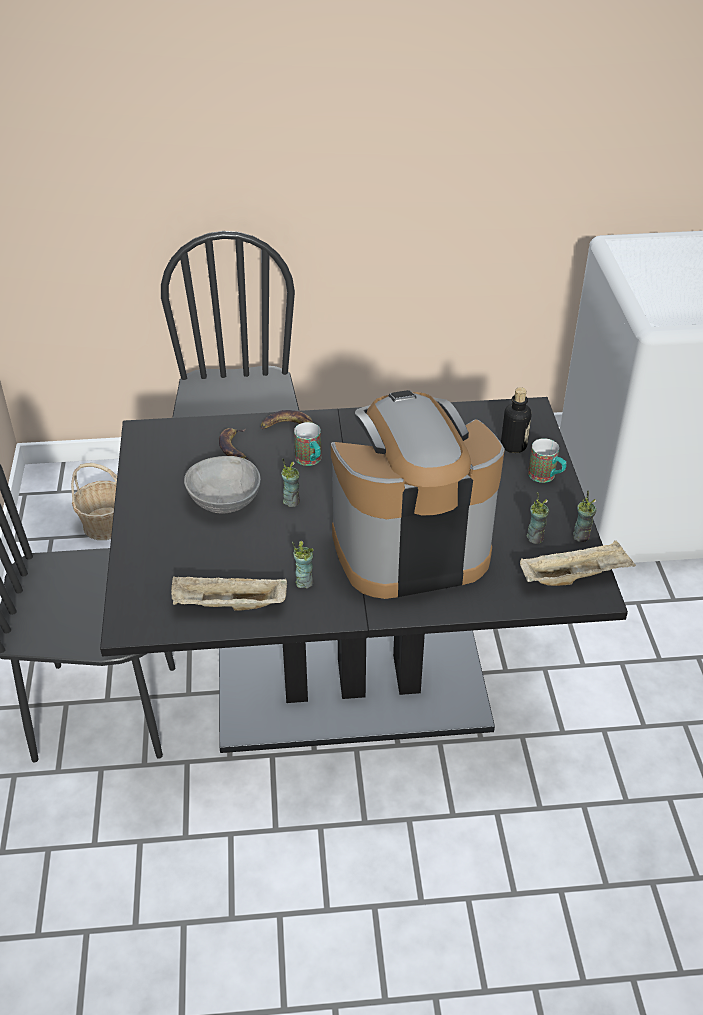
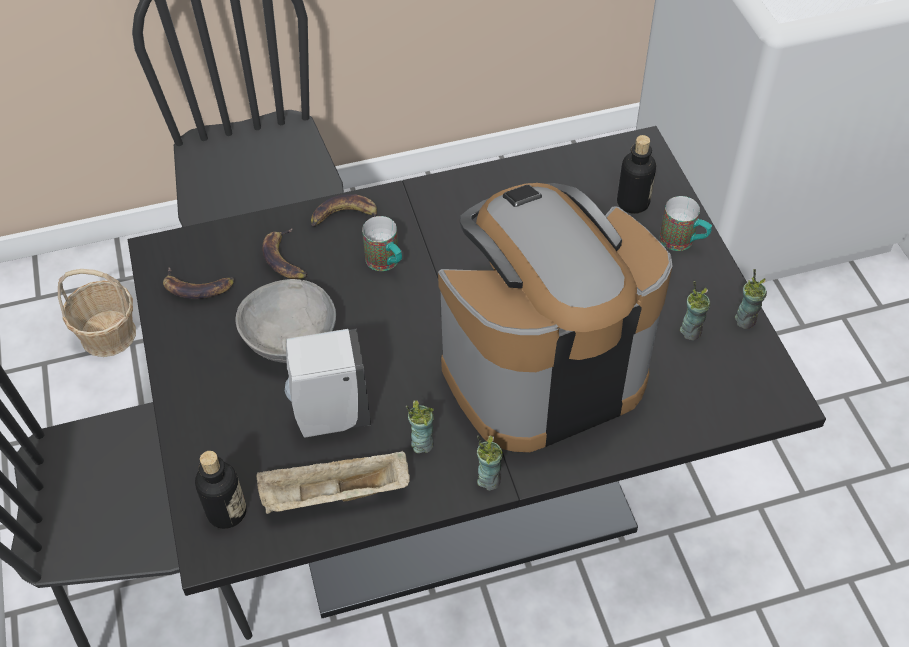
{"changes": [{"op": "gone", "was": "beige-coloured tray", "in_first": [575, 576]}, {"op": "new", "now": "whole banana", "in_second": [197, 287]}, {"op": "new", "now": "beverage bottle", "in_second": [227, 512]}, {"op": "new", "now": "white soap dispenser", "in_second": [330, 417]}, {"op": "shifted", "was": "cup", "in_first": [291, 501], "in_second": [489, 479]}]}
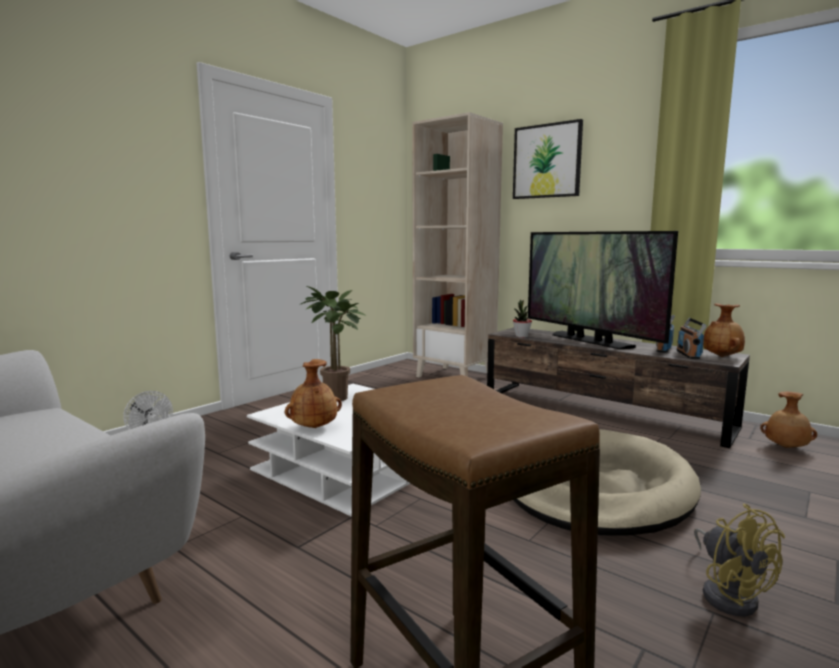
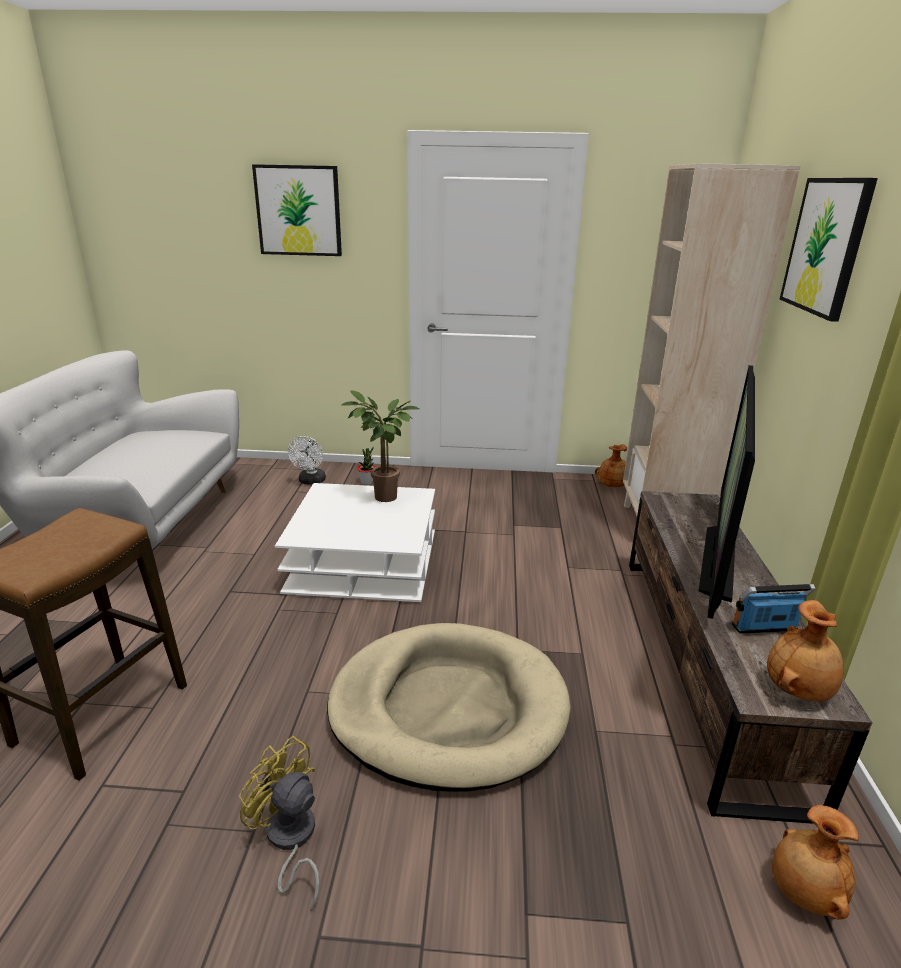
{"changes": [{"op": "gone", "was": "radio", "in_first": [688, 354]}, {"op": "new", "now": "picture", "in_second": [298, 211]}, {"op": "shifted", "was": "brownish flower vase", "in_first": [314, 427], "in_second": [612, 486]}, {"op": "shifted", "was": "plant in a pot", "in_first": [521, 336], "in_second": [367, 482]}, {"op": "rotated", "was": "yellow-coloured cooling fan", "in_first": [728, 594], "in_second": [290, 840], "clockwise": 90}]}
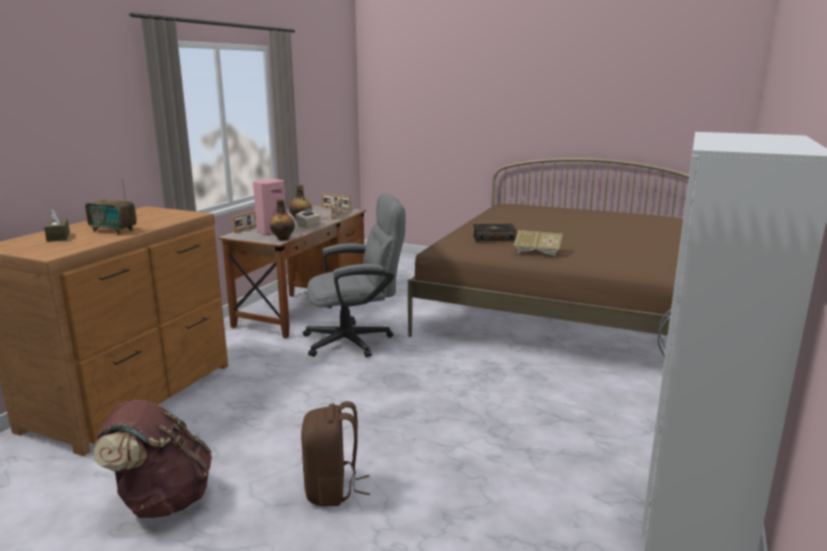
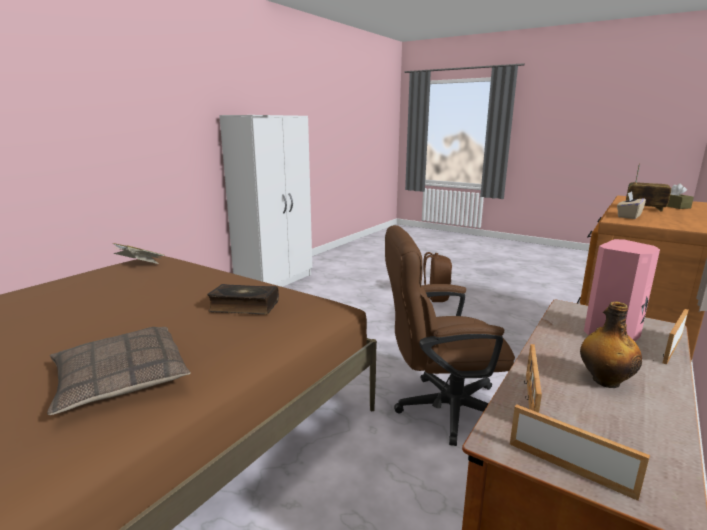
{"changes": [{"op": "gone", "was": "brownish backpack", "in_first": [162, 500]}, {"op": "gone", "was": "beverage bottle", "in_first": [283, 238]}, {"op": "new", "now": "pillow", "in_second": [120, 379]}, {"op": "shifted", "was": "beige-coloured tissue holder", "in_first": [308, 225], "in_second": [628, 216]}, {"op": "shifted", "was": "book", "in_first": [537, 252], "in_second": [139, 263]}, {"op": "repainted", "was": "gray desk chair", "now": "brownish desk chair", "in_first": [356, 340], "in_second": [441, 409]}]}
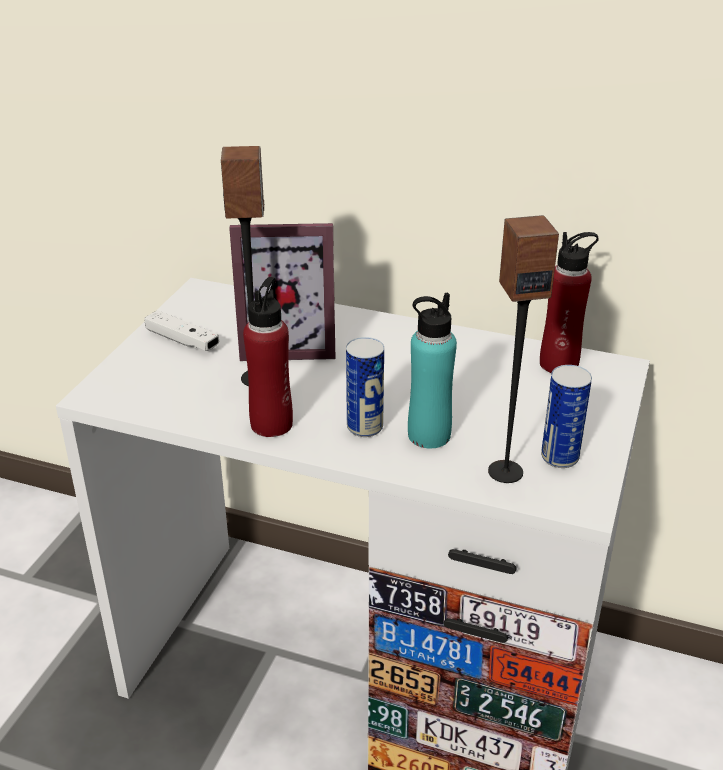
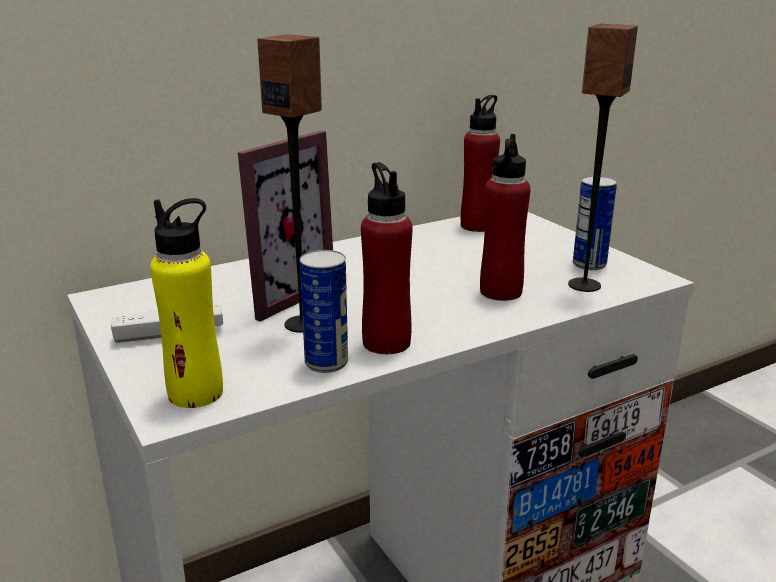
{"changes": [{"op": "new", "now": "yellow-coloured beverage bottle", "in_second": [196, 393]}, {"op": "shifted", "was": "metal can", "in_first": [365, 427], "in_second": [326, 363]}, {"op": "repainted", "was": "turquoise-coloured beverage bottle", "now": "red-coloured beverage bottle", "in_first": [428, 435], "in_second": [500, 292]}]}
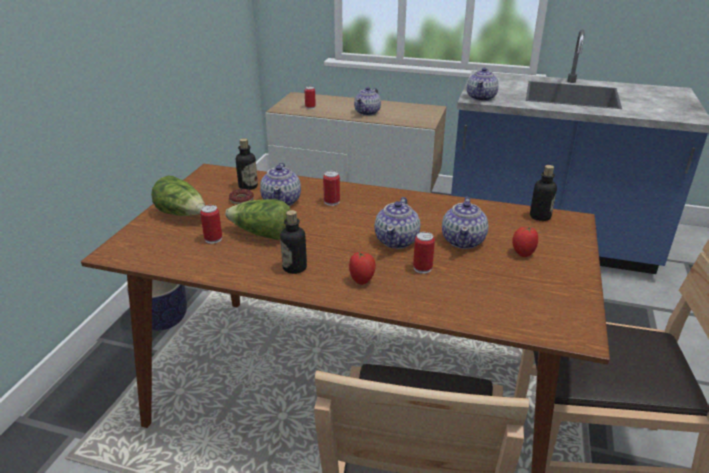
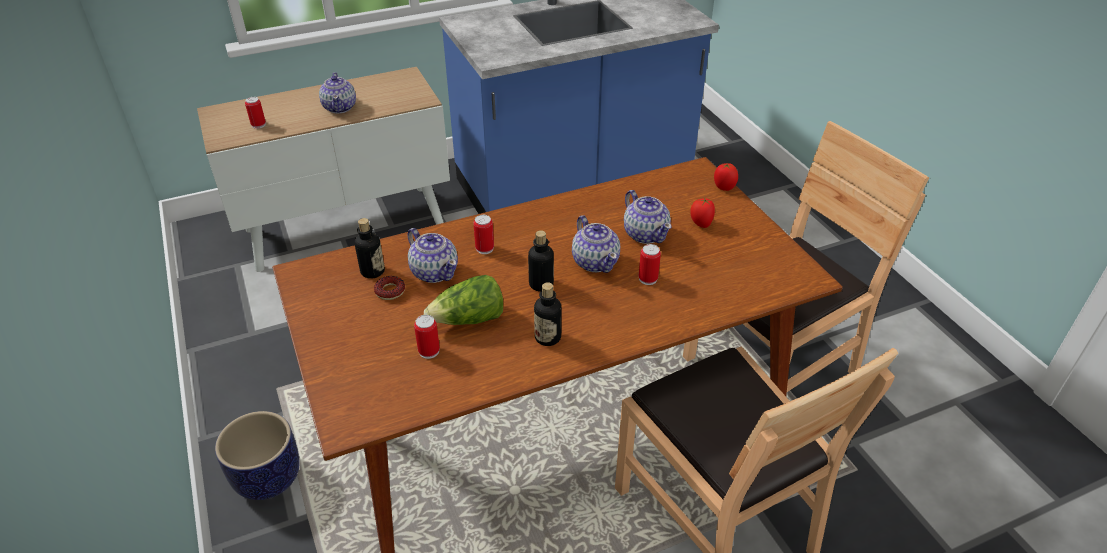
{"changes": [{"op": "gone", "was": "lettuce", "in_first": [182, 214]}, {"op": "gone", "was": "tea pot", "in_first": [481, 98]}, {"op": "shifted", "was": "whole tomato", "in_first": [362, 280], "in_second": [724, 187]}, {"op": "shifted", "was": "beverage bottle", "in_first": [540, 216], "in_second": [541, 284]}]}
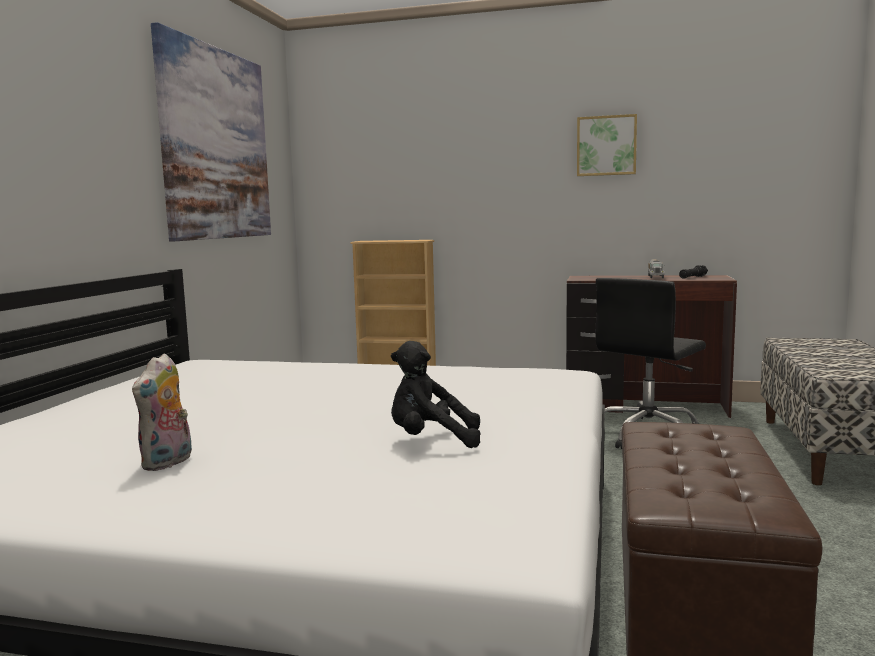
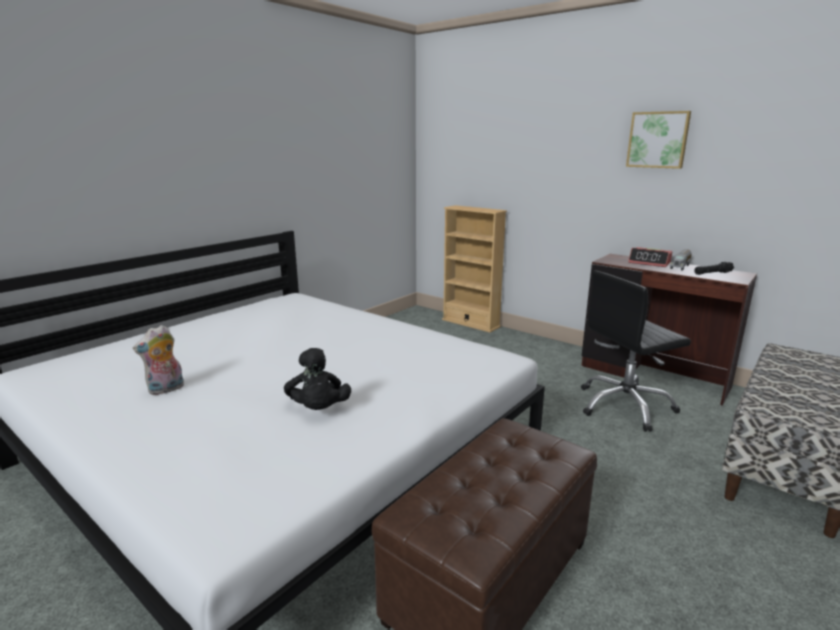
{"changes": [{"op": "gone", "was": "picture", "in_first": [216, 144]}, {"op": "new", "now": "alarm clock", "in_second": [649, 262]}, {"op": "rotated", "was": "black soft toy", "in_first": [431, 441], "in_second": [318, 410], "clockwise": -135}]}
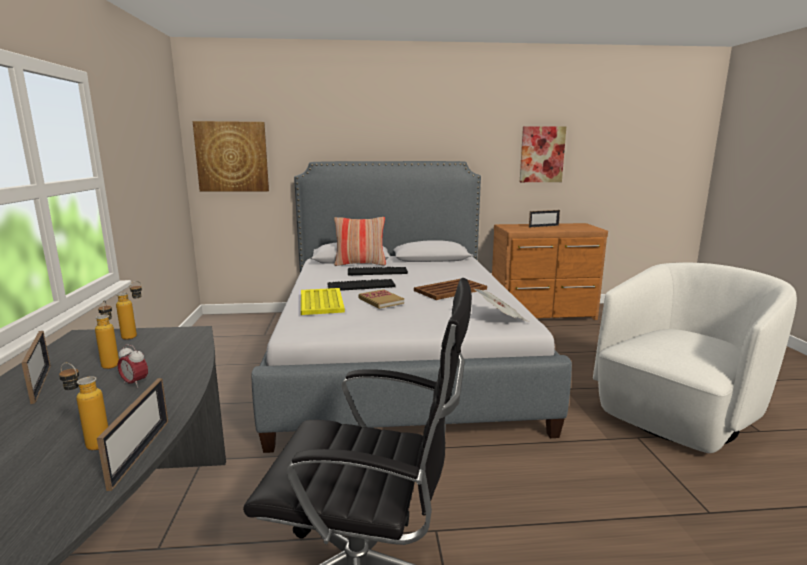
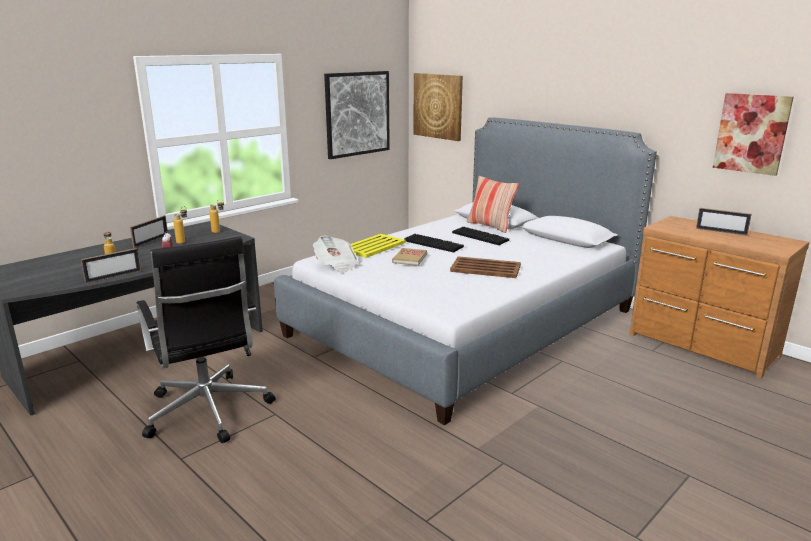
{"changes": [{"op": "gone", "was": "white armchair", "in_first": [678, 415]}, {"op": "new", "now": "picture", "in_second": [357, 114]}, {"op": "shifted", "was": "newspaper", "in_first": [501, 319], "in_second": [336, 265]}]}
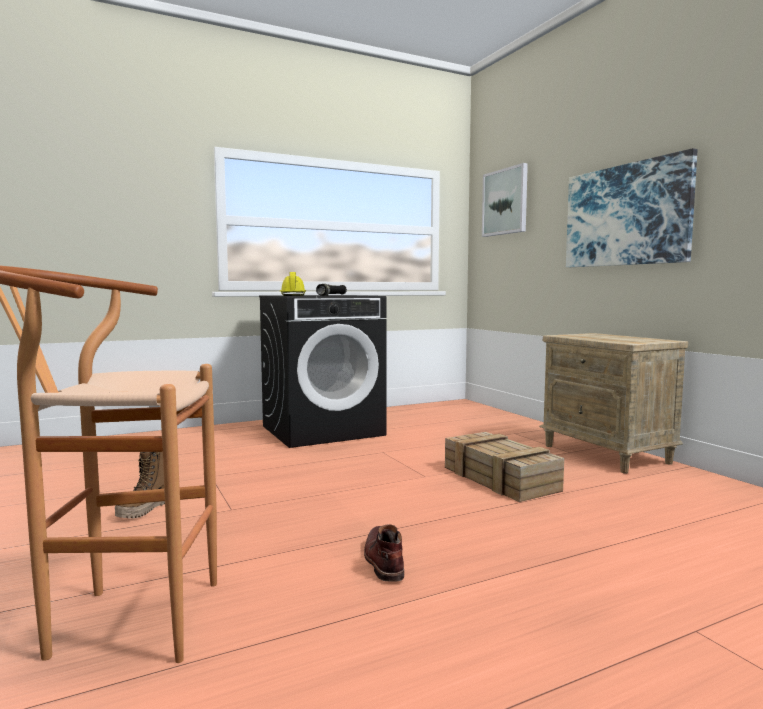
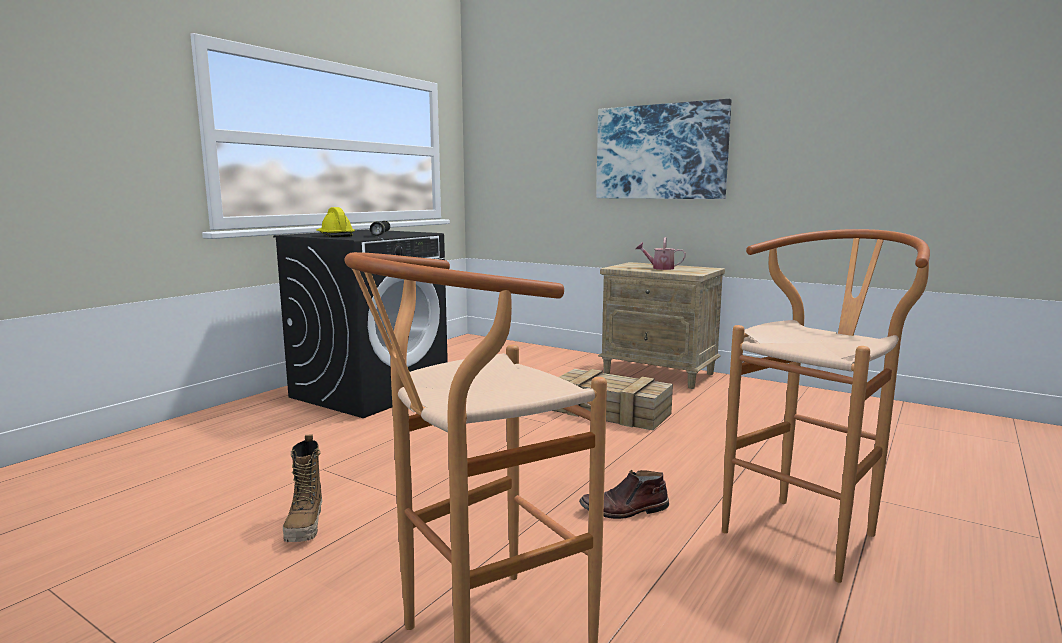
{"changes": [{"op": "gone", "was": "picture", "in_first": [505, 202]}, {"op": "new", "now": "watering can", "in_second": [660, 268]}, {"op": "new", "now": "brownish stool", "in_second": [809, 530]}, {"op": "rotated", "was": "brownish boot", "in_first": [383, 561], "in_second": [624, 510], "clockwise": -60}]}
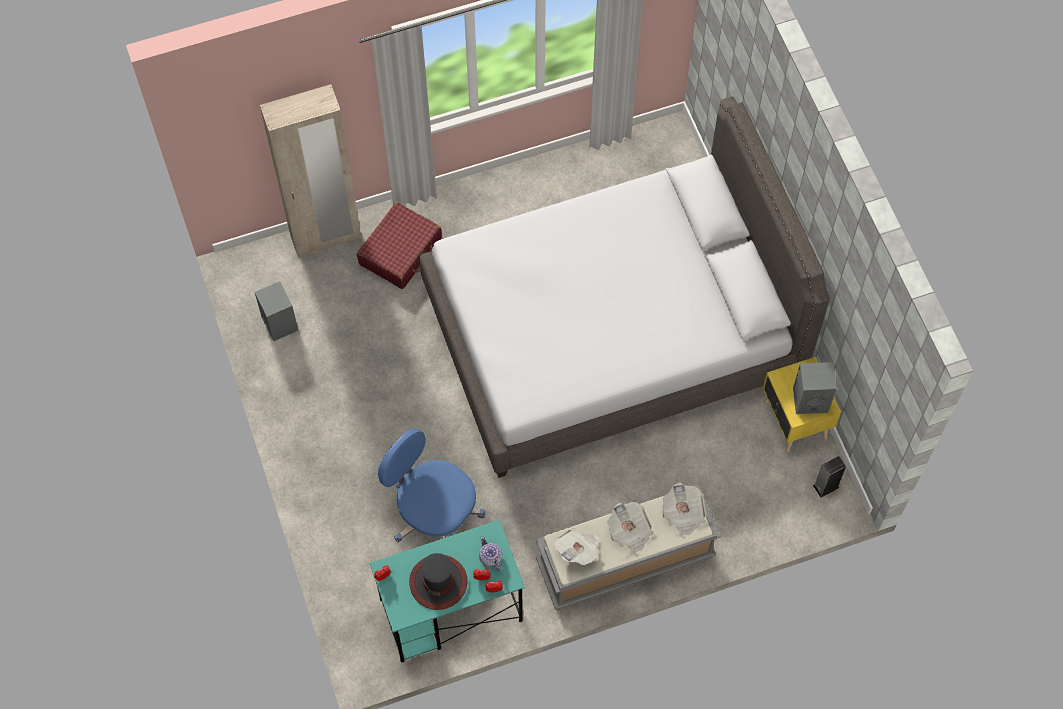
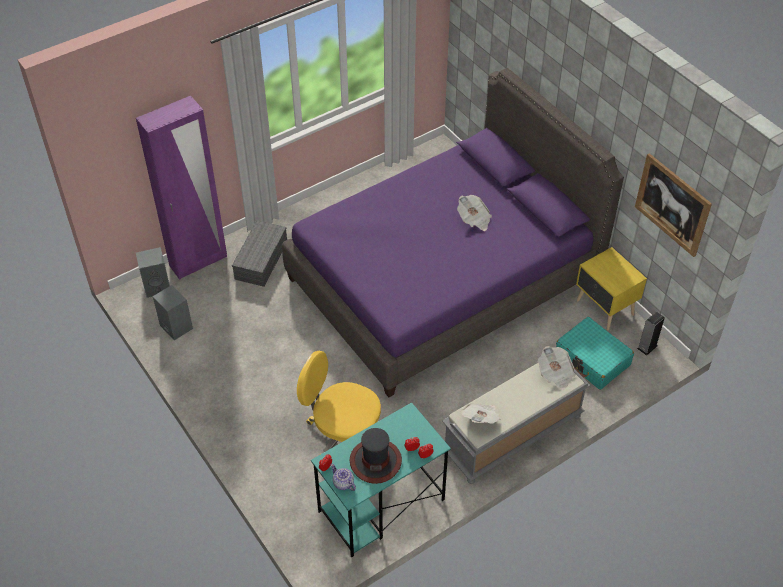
{"changes": [{"op": "new", "now": "turquoise-coloured travel case", "in_second": [592, 360]}, {"op": "new", "now": "picture", "in_second": [672, 204]}, {"op": "shifted", "was": "tea pot", "in_first": [490, 558], "in_second": [343, 483]}, {"op": "shifted", "was": "newspaper", "in_first": [630, 532], "in_second": [474, 219]}, {"op": "shifted", "was": "gray audio speaker", "in_first": [811, 399], "in_second": [157, 286]}, {"op": "swapped", "was": "red-coloured travel case", "now": "gray storage bin", "in_first": [400, 251], "in_second": [261, 259]}, {"op": "repainted", "was": "beige-coloured wardrobe", "now": "purple-coloured wardrobe", "in_first": [326, 237], "in_second": [198, 262]}, {"op": "repainted", "was": "bluish desk chair", "now": "yellow-coloured desk chair", "in_first": [434, 513], "in_second": [343, 435]}, {"op": "repainted", "was": "gray bedroom bed", "now": "purple-coloured bedroom bed", "in_first": [611, 331], "in_second": [442, 279]}]}
